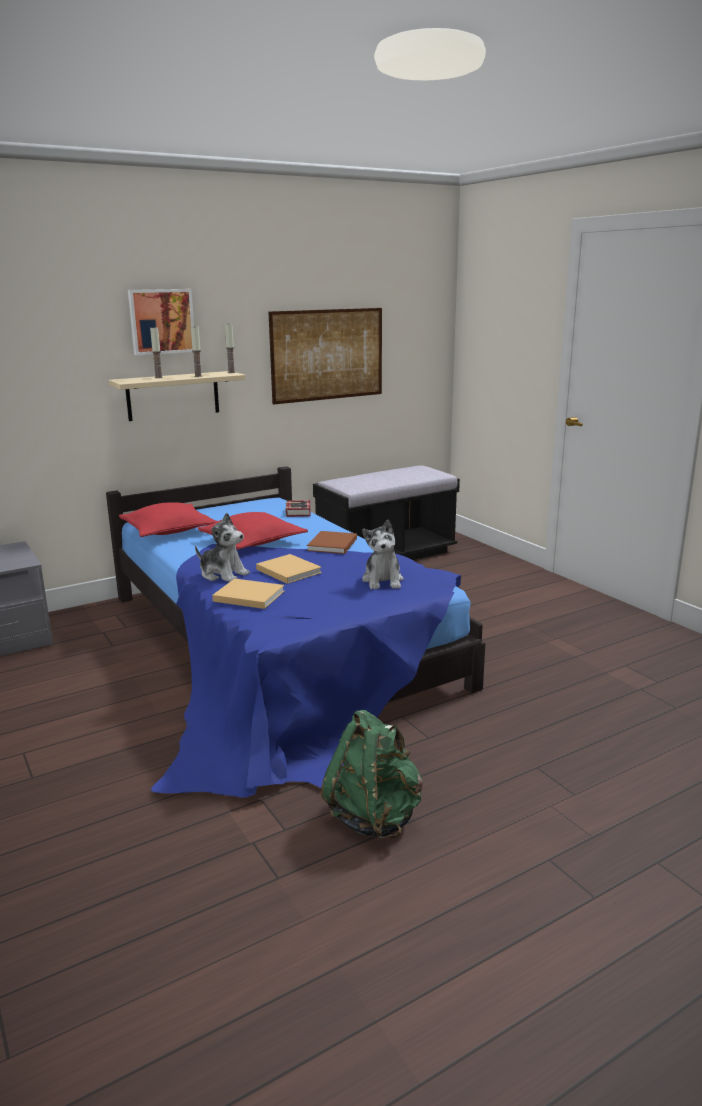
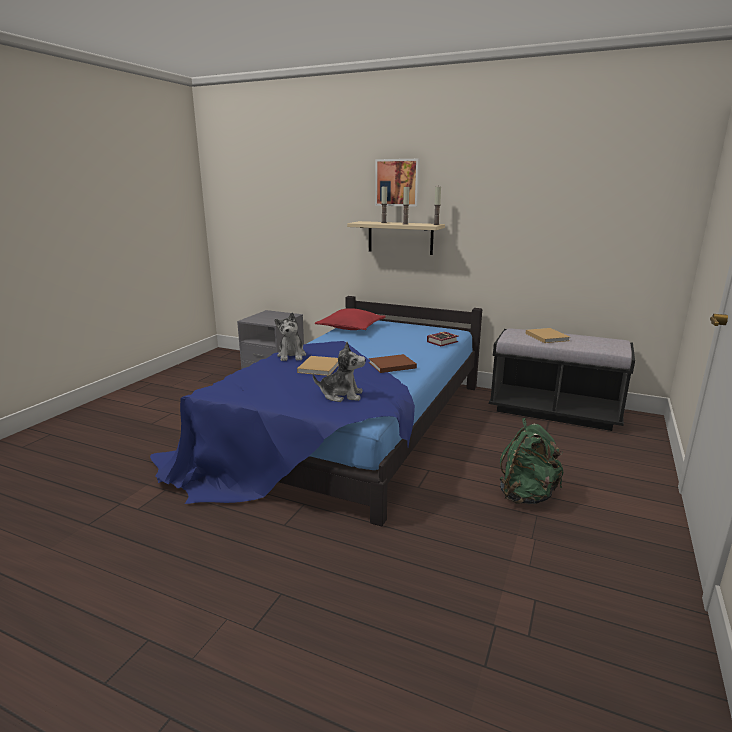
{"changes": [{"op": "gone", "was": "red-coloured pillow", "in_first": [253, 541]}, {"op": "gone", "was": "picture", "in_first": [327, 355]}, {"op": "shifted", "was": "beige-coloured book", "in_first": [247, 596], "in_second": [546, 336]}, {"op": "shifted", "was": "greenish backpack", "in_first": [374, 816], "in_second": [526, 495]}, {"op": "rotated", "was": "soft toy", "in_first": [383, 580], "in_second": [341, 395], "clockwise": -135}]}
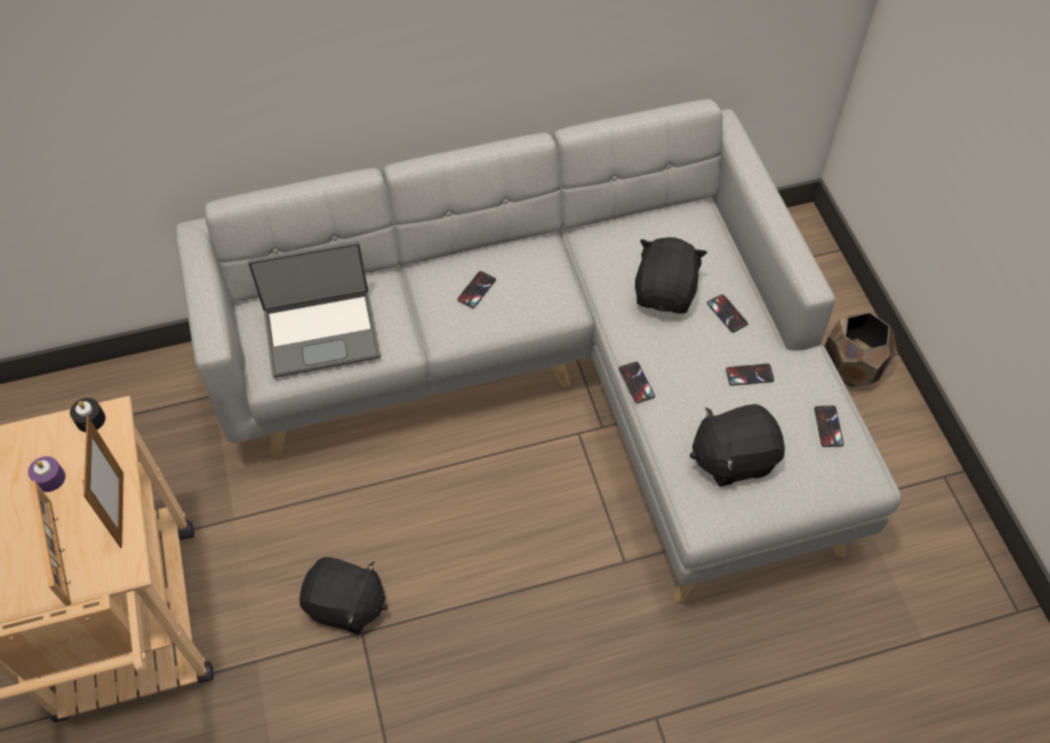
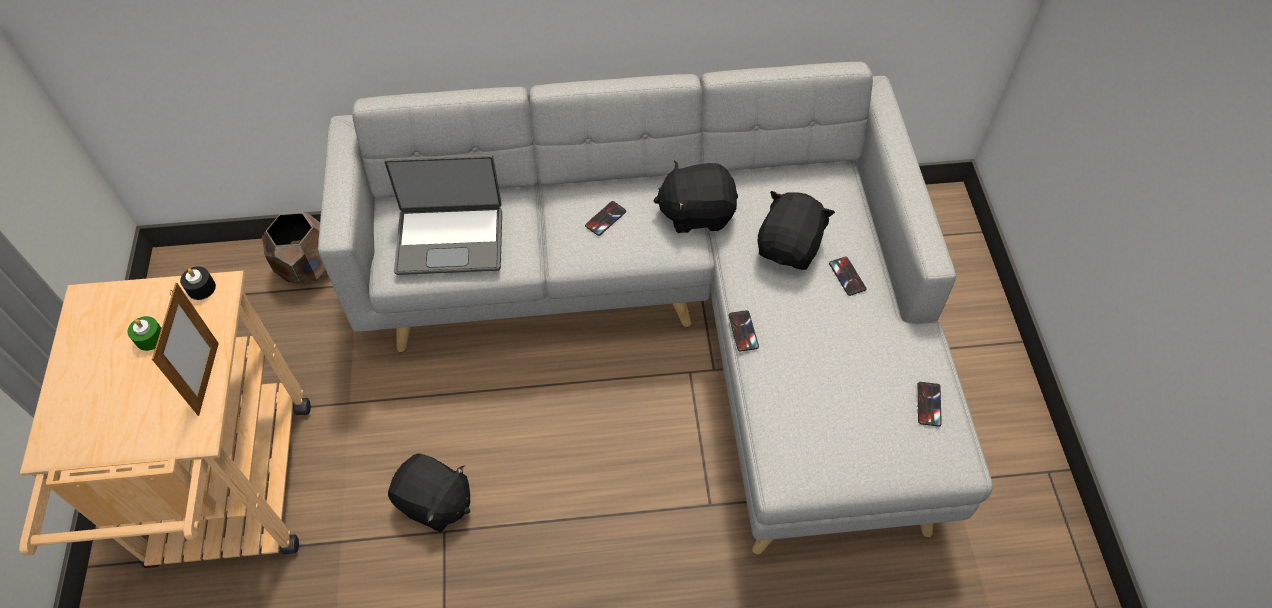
{"changes": [{"op": "gone", "was": "picture frame", "in_first": [60, 552]}, {"op": "gone", "was": "telephone", "in_first": [749, 375]}, {"op": "shifted", "was": "black soft toy", "in_first": [733, 458], "in_second": [696, 213]}, {"op": "shifted", "was": "brownish flower pot", "in_first": [852, 367], "in_second": [307, 265]}, {"op": "repainted", "was": "purple-coloured wax candle", "now": "greenish wax candle", "in_first": [50, 478], "in_second": [150, 338]}]}
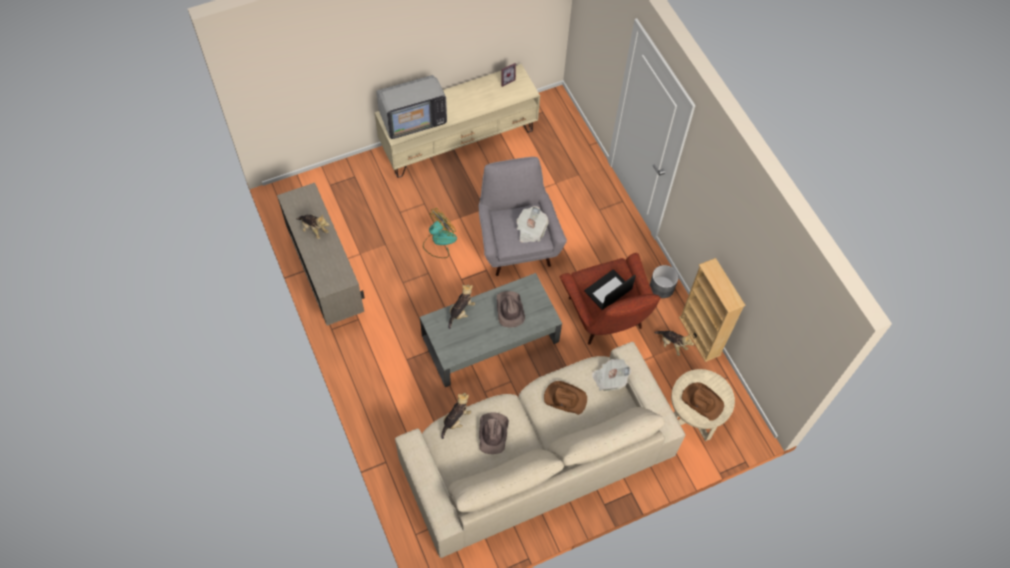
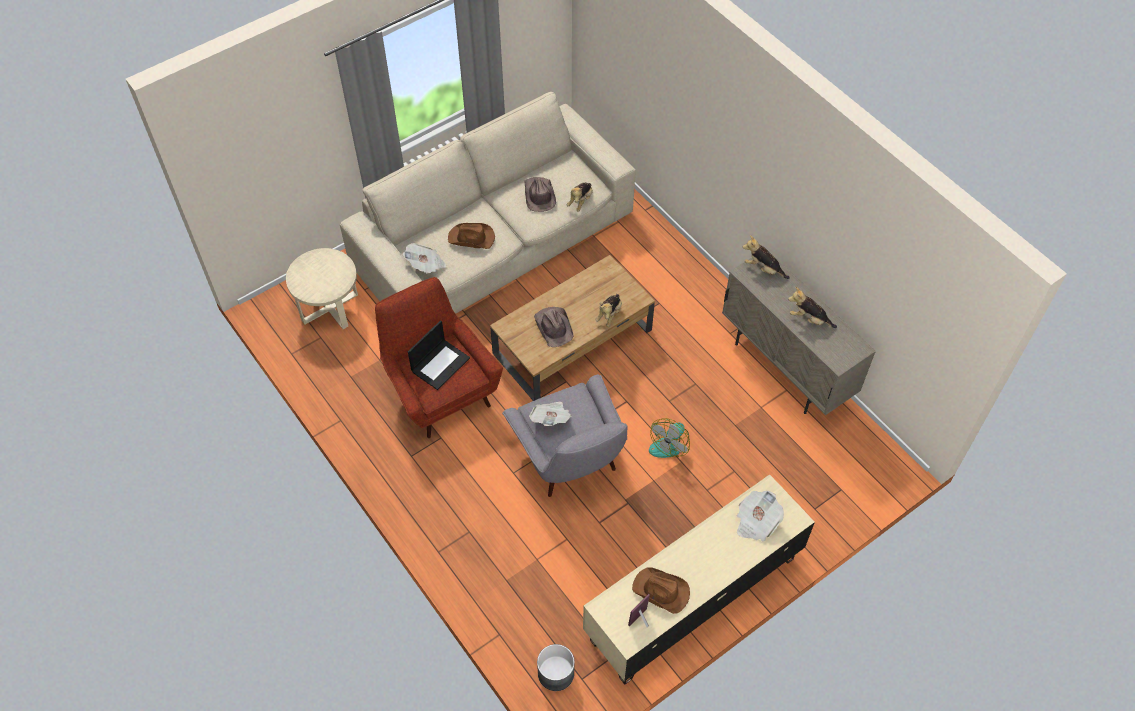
{"changes": [{"op": "gone", "was": "beige-coloured shelving unit", "in_first": [700, 336]}, {"op": "shifted", "was": "gray flower pot", "in_first": [661, 287], "in_second": [556, 673]}, {"op": "shifted", "was": "soft toy", "in_first": [672, 345], "in_second": [763, 268]}, {"op": "shifted", "was": "brownish clothing hat", "in_first": [702, 401], "in_second": [661, 591]}, {"op": "swapped", "was": "TV set", "now": "newspaper", "in_first": [413, 119], "in_second": [756, 522]}, {"op": "repainted", "was": "gray coffee table", "now": "brownish coffee table", "in_first": [489, 339], "in_second": [573, 341]}]}
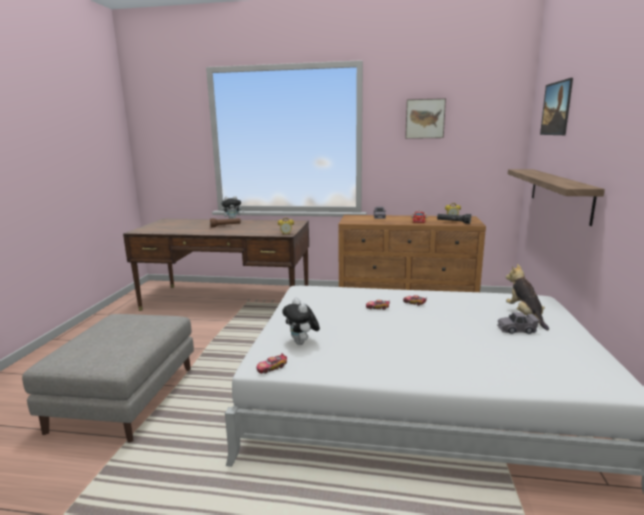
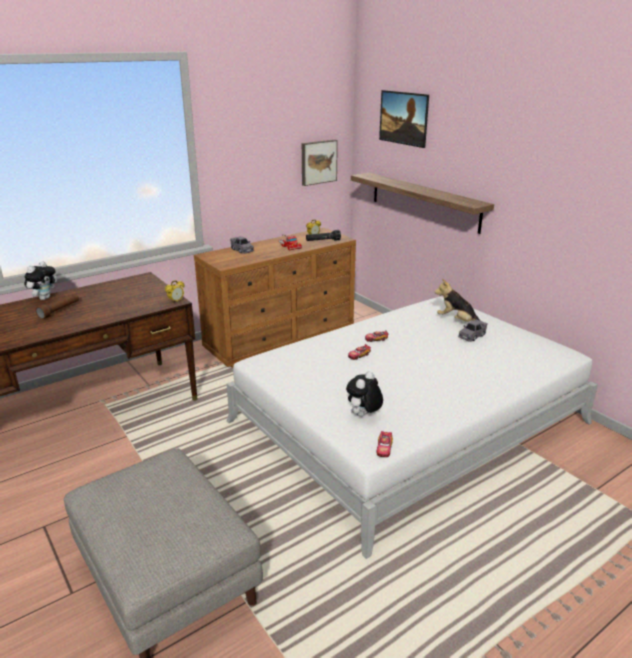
{"changes": [{"op": "shifted", "was": "picture", "in_first": [425, 118], "in_second": [318, 162]}, {"op": "rotated", "was": "soft toy", "in_first": [302, 343], "in_second": [363, 416], "clockwise": 105}]}
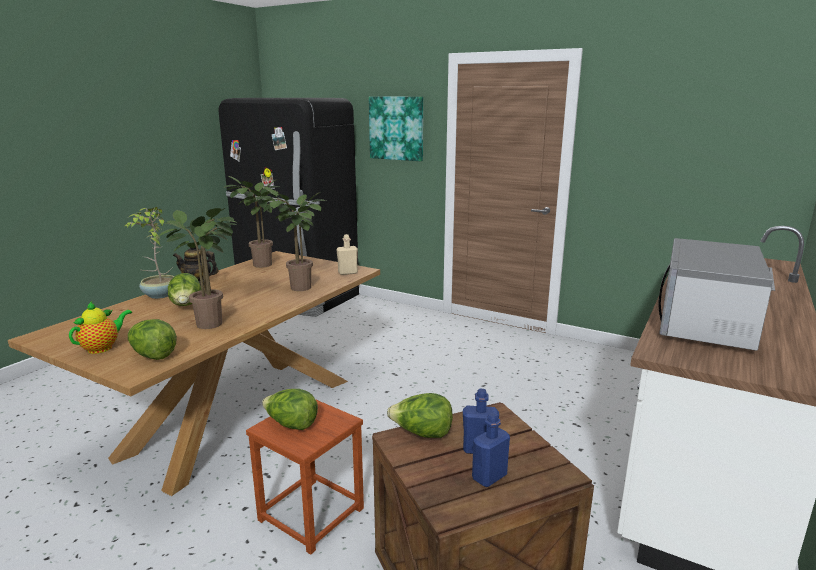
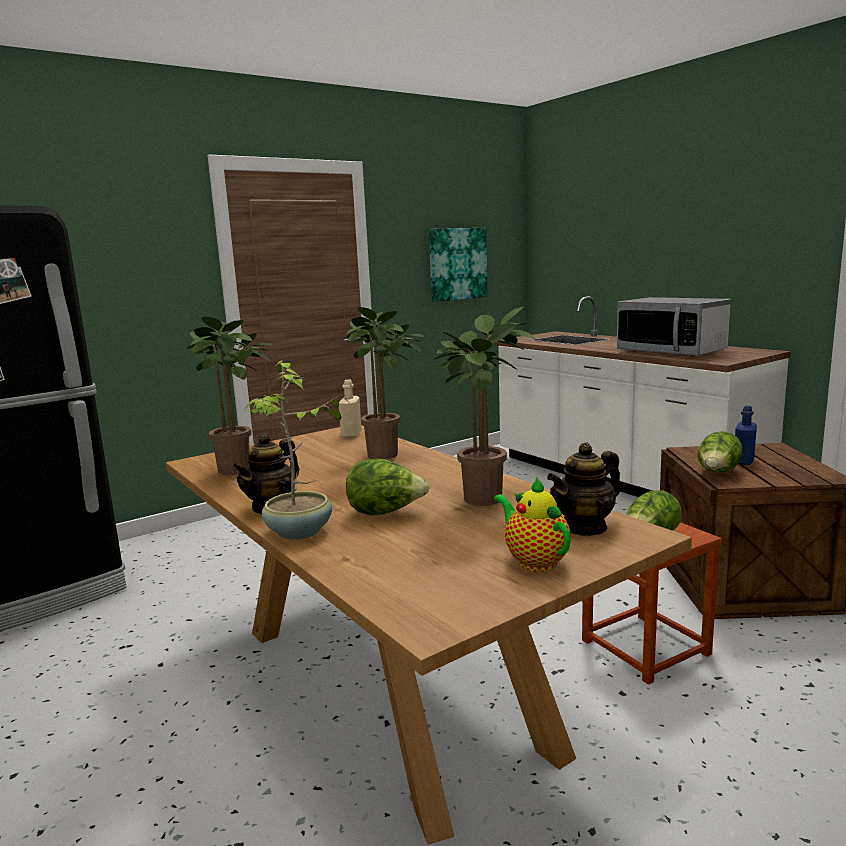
{"changes": [{"op": "gone", "was": "bluish beverage bottle", "in_first": [489, 477]}, {"op": "shifted", "was": "picture", "in_first": [396, 128], "in_second": [457, 264]}, {"op": "swapped", "was": "lettuce", "now": "tea pot", "in_first": [153, 355], "in_second": [585, 527]}]}
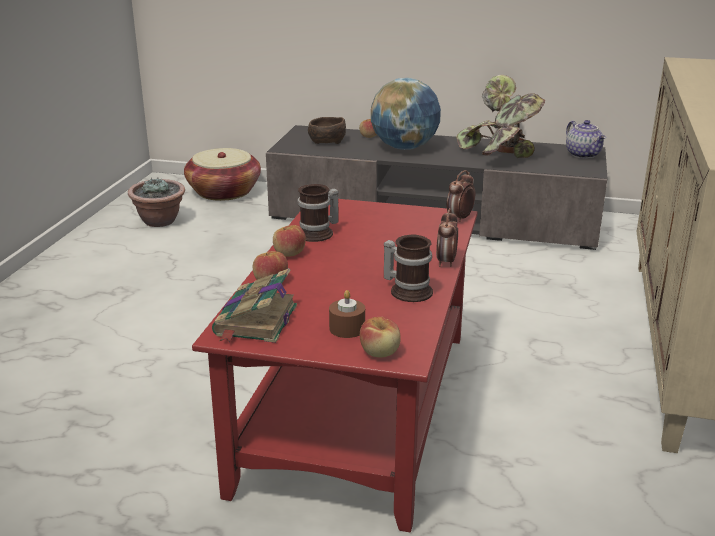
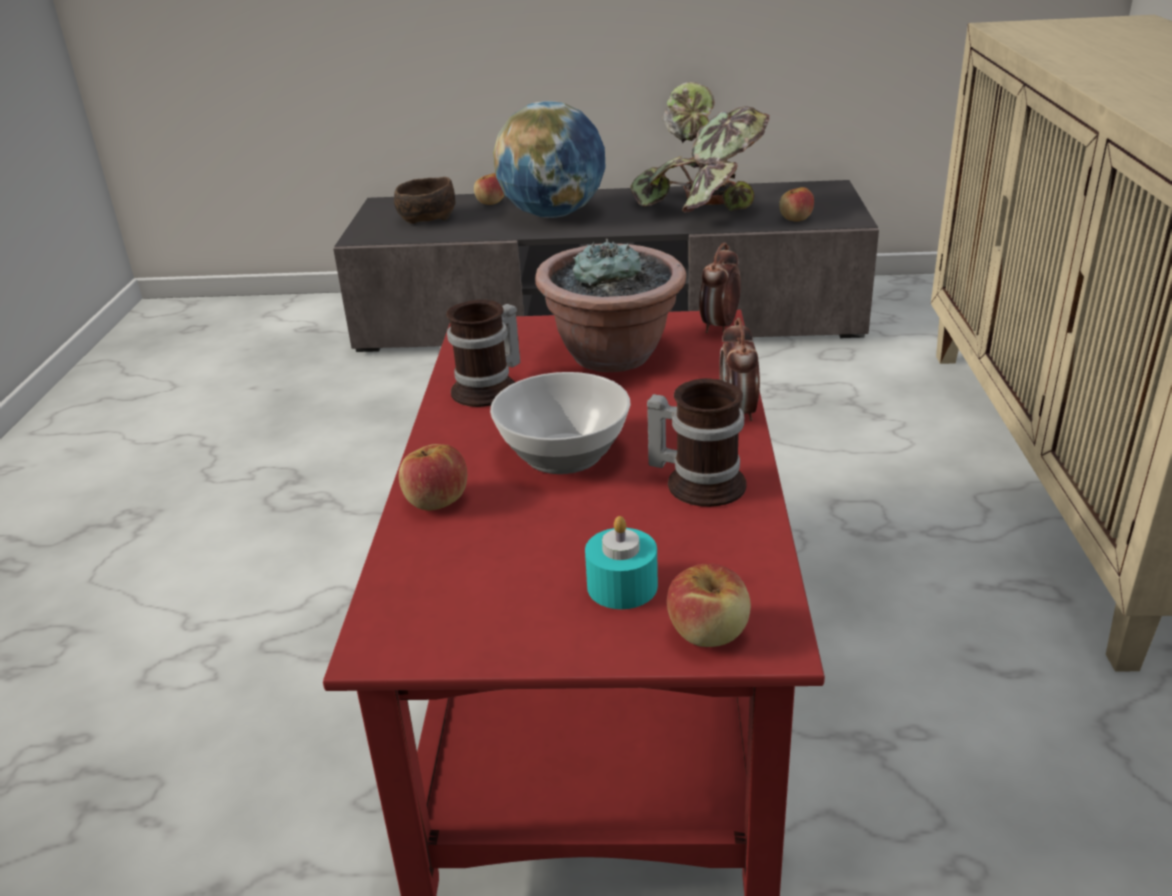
{"changes": [{"op": "gone", "was": "basket", "in_first": [224, 192]}, {"op": "gone", "was": "book", "in_first": [255, 321]}, {"op": "gone", "was": "tea pot", "in_first": [584, 155]}, {"op": "new", "now": "deep dish", "in_second": [562, 455]}, {"op": "shifted", "was": "plant in a pot", "in_first": [160, 221], "in_second": [614, 355]}, {"op": "shifted", "was": "apple fruit", "in_first": [289, 253], "in_second": [795, 219]}, {"op": "repainted", "was": "brownish wax candle", "now": "turquoise-coloured wax candle", "in_first": [347, 328], "in_second": [622, 586]}]}
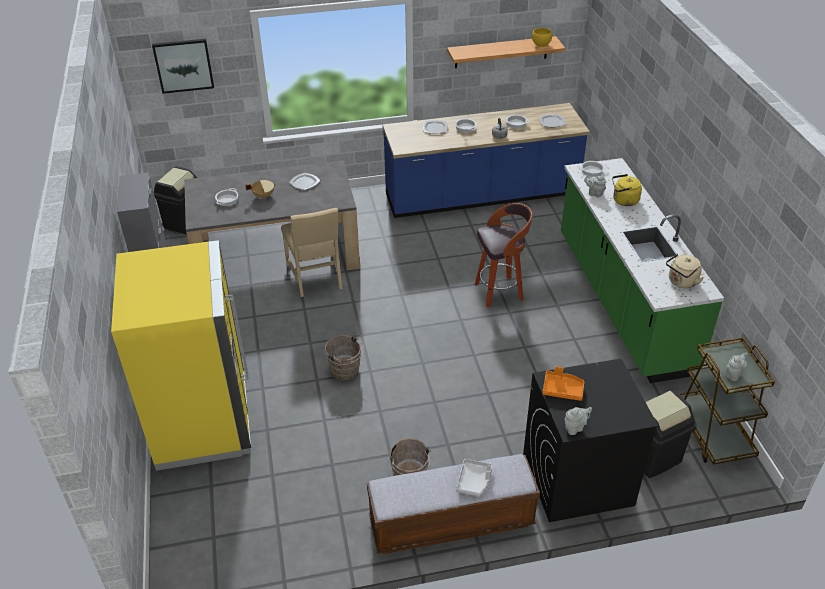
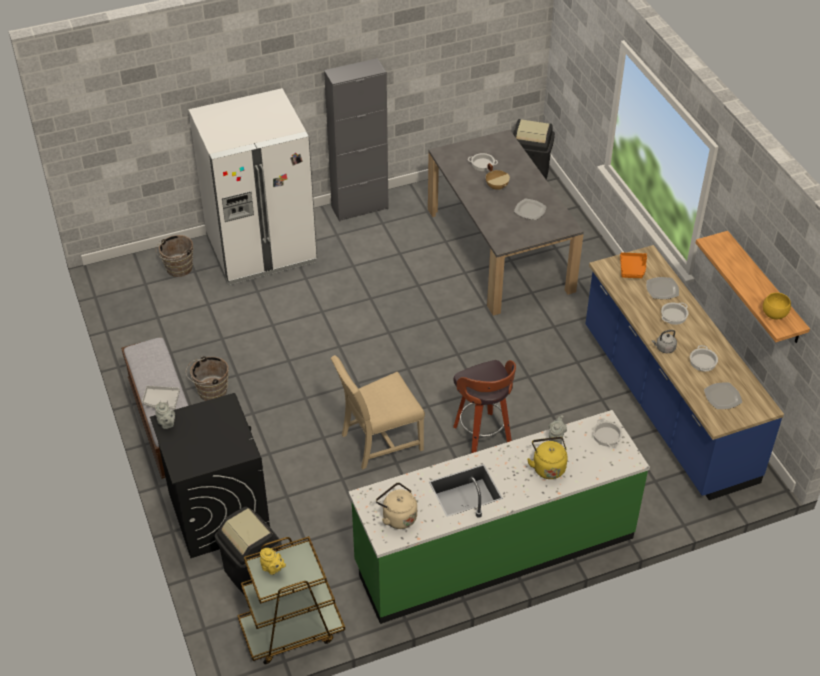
{"changes": [{"op": "gone", "was": "picture", "in_first": [183, 65]}, {"op": "shifted", "was": "beige-coloured plain chair", "in_first": [316, 277], "in_second": [379, 441]}, {"op": "shifted", "was": "brownish pail", "in_first": [346, 371], "in_second": [177, 269]}, {"op": "shifted", "was": "orange-coloured tray", "in_first": [562, 389], "in_second": [632, 269]}, {"op": "repainted", "was": "yellow-coloured kitchen fridge", "now": "white kitchen fridge", "in_first": [203, 421], "in_second": [261, 251]}, {"op": "repainted", "was": "gray tea pot", "now": "yellow-coloured tea pot", "in_first": [733, 374], "in_second": [273, 569]}]}
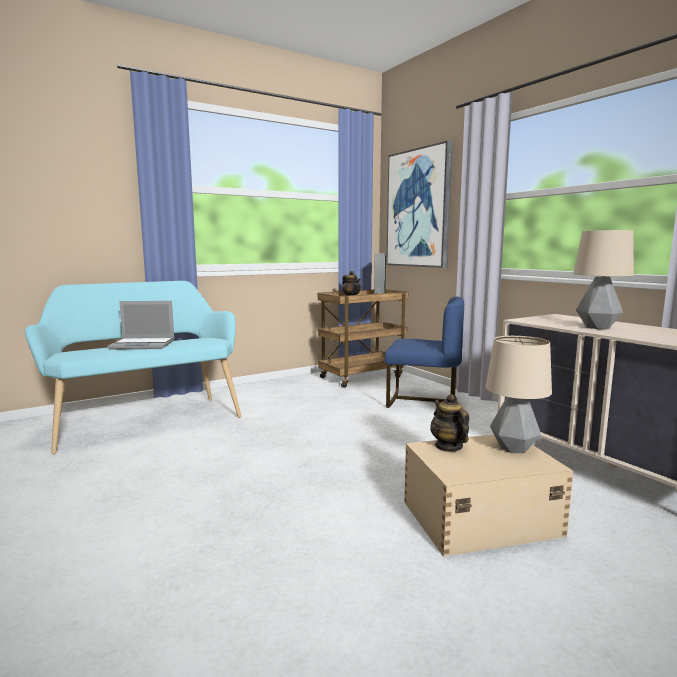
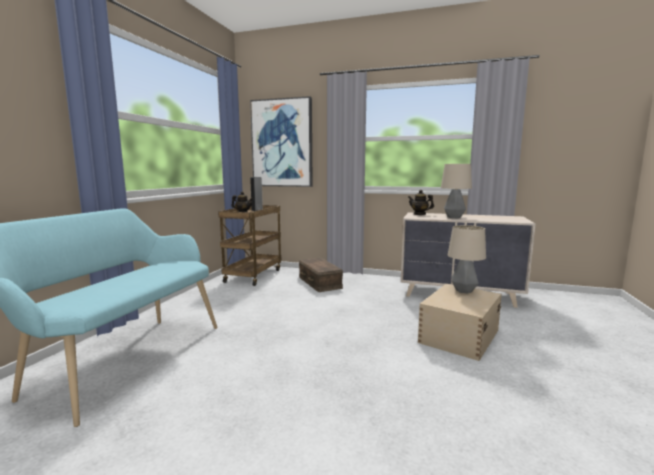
{"changes": [{"op": "gone", "was": "portable computer", "in_first": [144, 345]}, {"op": "shifted", "was": "tea pot", "in_first": [448, 446], "in_second": [419, 214]}, {"op": "swapped", "was": "bluish plain chair", "now": "brownish storage bin", "in_first": [422, 400], "in_second": [320, 282]}]}
